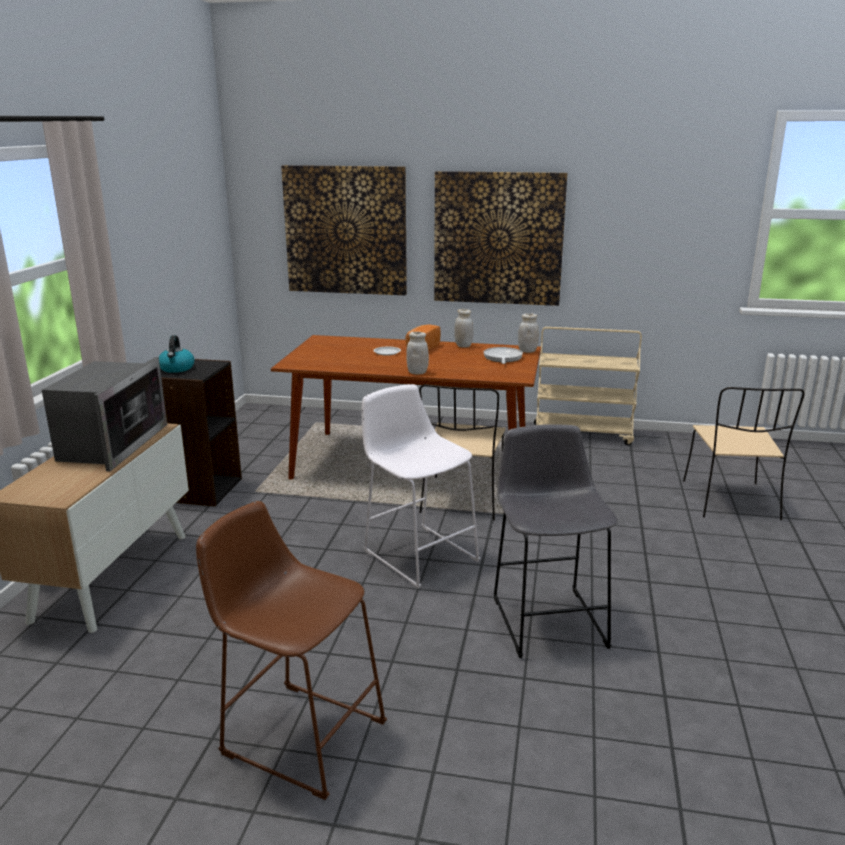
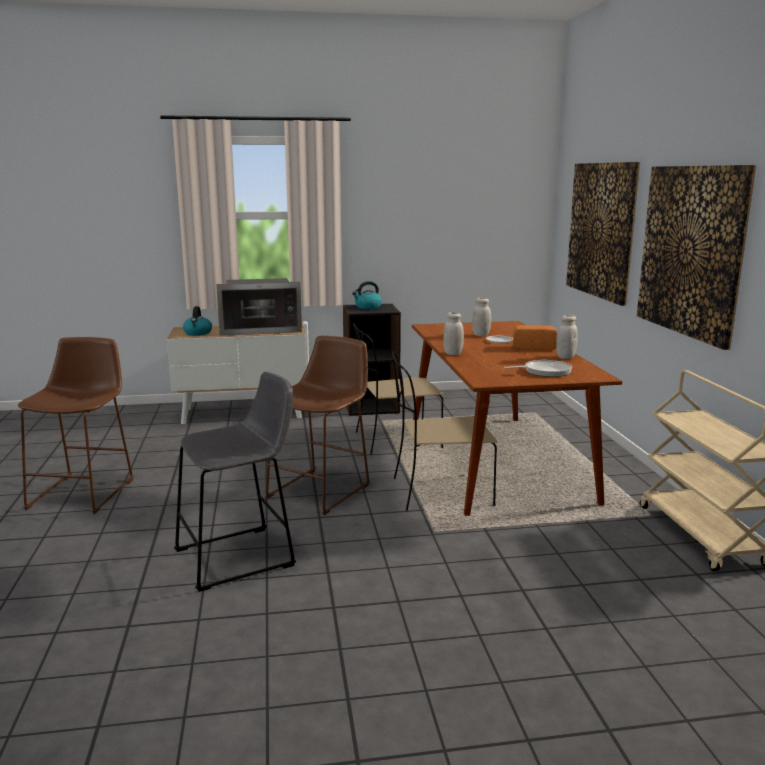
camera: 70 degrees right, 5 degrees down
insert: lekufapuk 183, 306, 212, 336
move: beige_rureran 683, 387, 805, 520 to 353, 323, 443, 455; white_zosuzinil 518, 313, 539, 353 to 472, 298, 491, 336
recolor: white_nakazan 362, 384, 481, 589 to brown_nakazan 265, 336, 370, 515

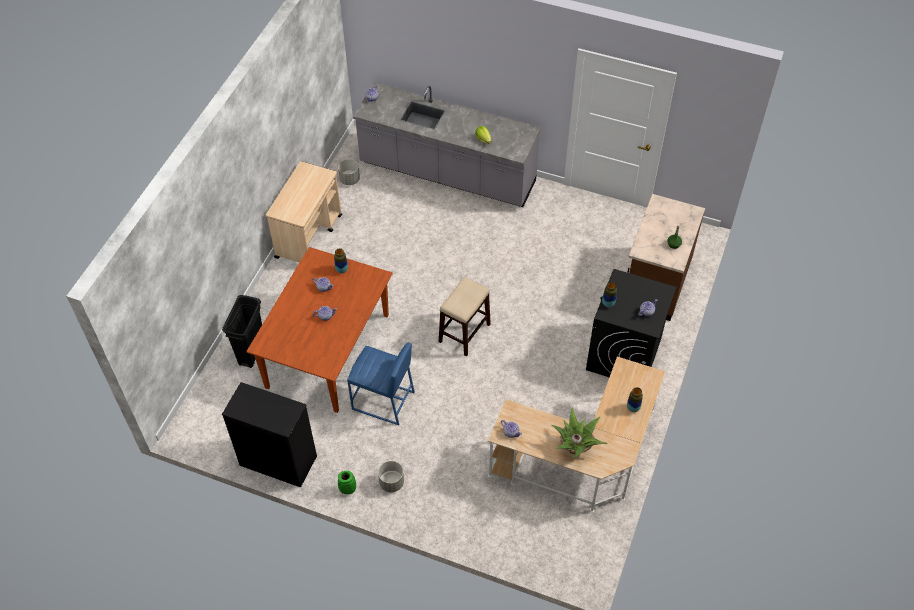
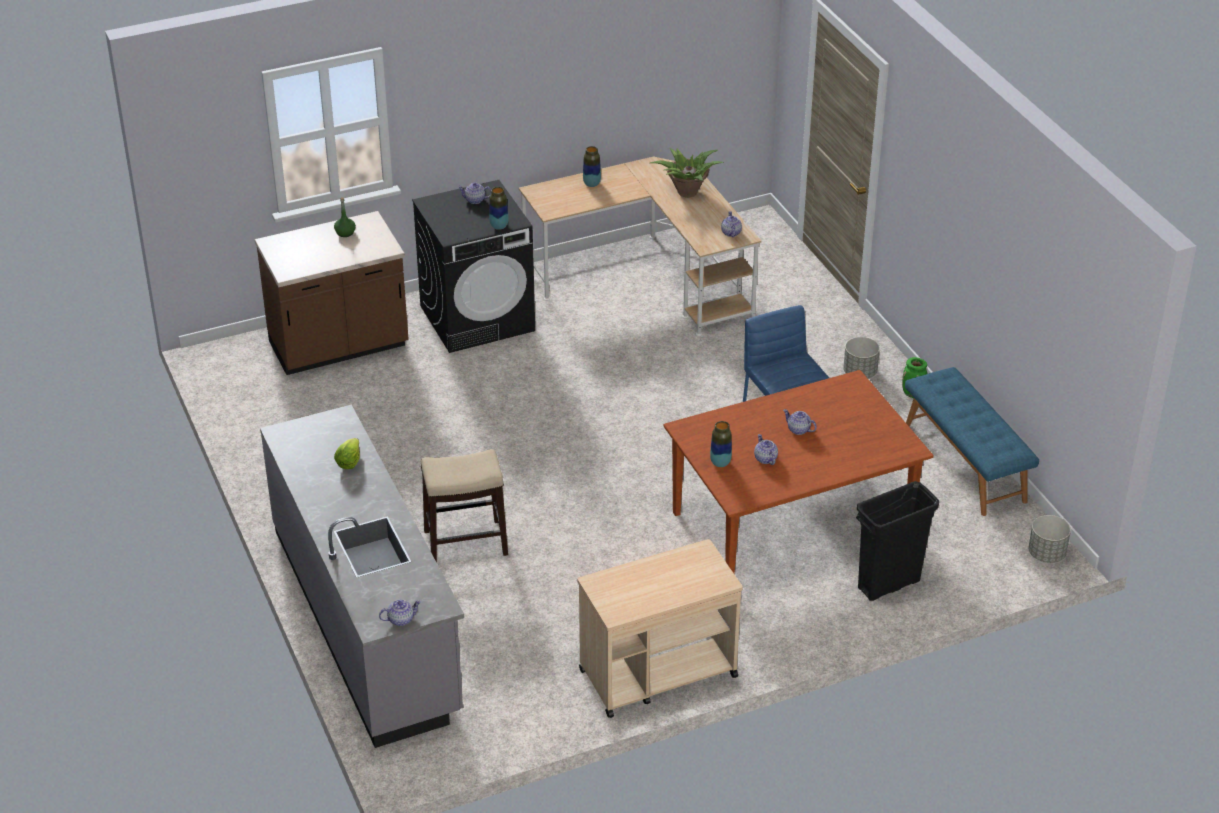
camera: 135 degrees left, 15 degrees down
move: nakazan 439, 278, 491, 356 to 421, 449, 508, 562; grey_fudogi 338, 159, 360, 185 to 1028, 515, 1071, 563
replace: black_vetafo 222, 382, 317, 488 to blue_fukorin 905, 367, 1039, 516

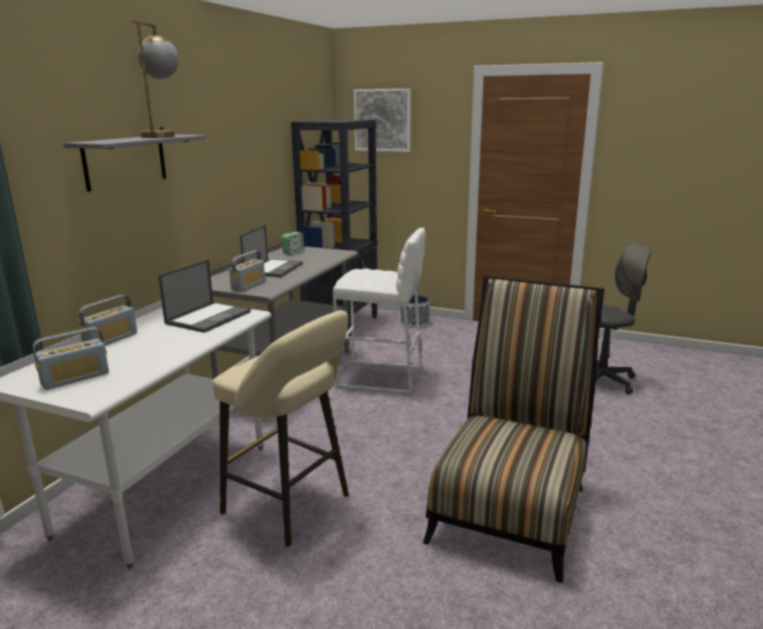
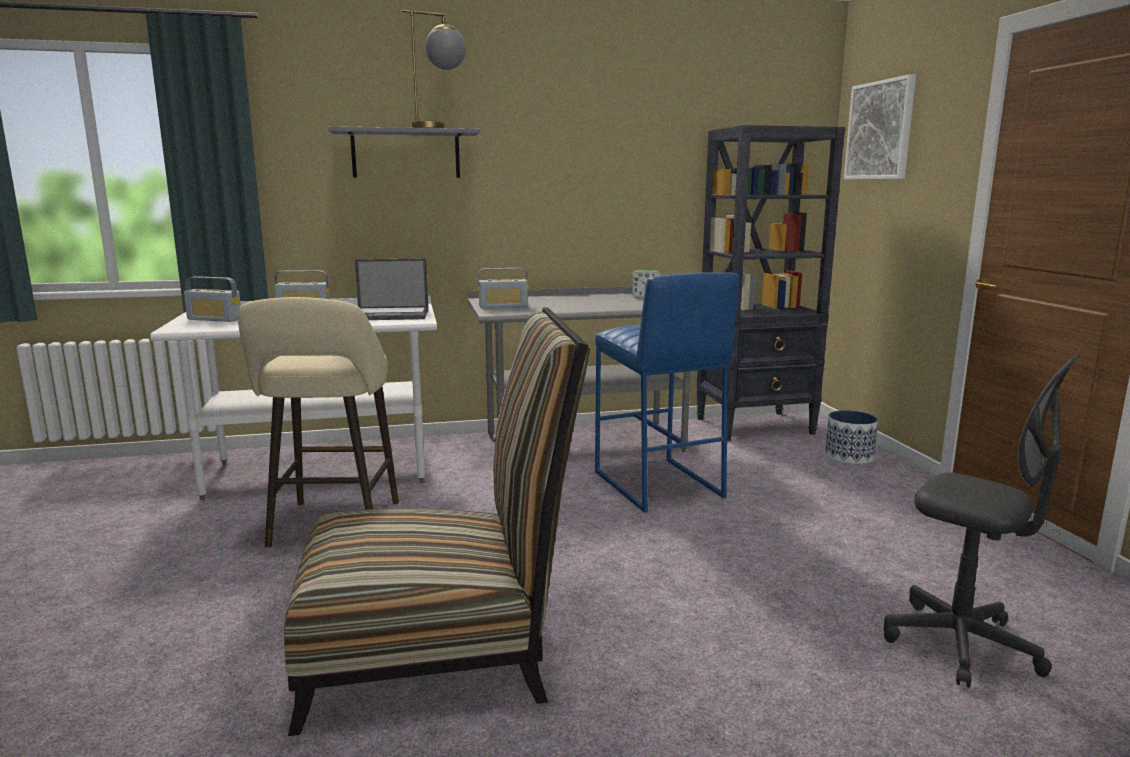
camera: 55 degrees right, 5 degrees down
delete: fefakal 240, 225, 303, 277
recolor: white_nakazan 333, 228, 425, 394 to blue_nakazan 595, 272, 739, 513

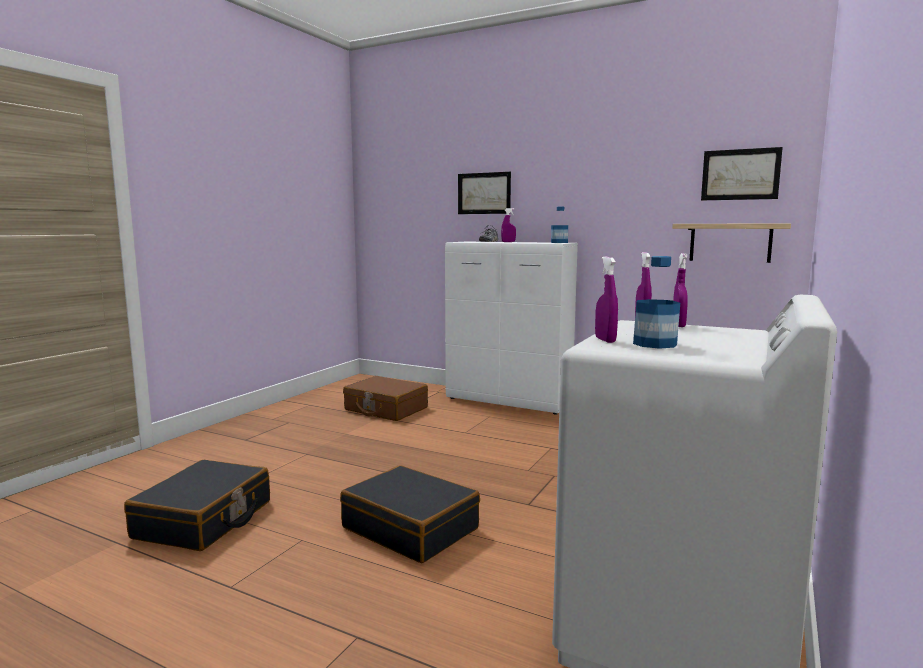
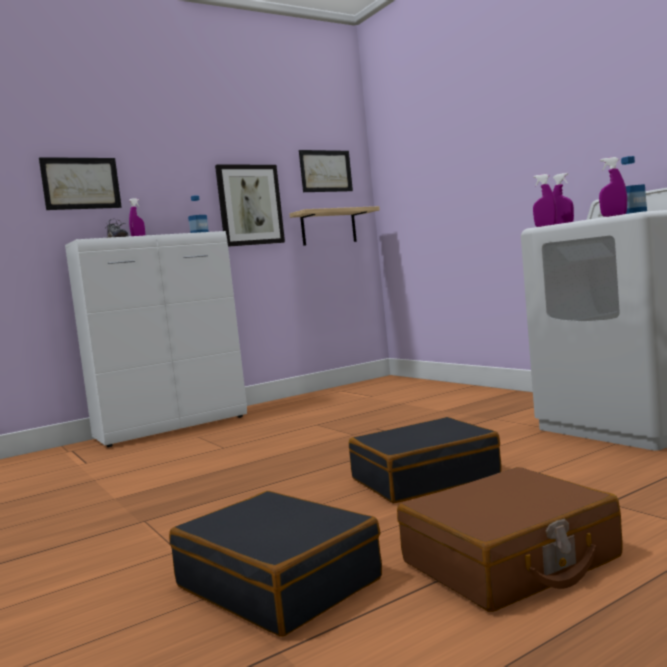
camera: 60 degrees left, 5 degrees down
insert: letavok 215, 165, 285, 247
move: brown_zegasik 343, 376, 428, 421 to 397, 467, 622, 612

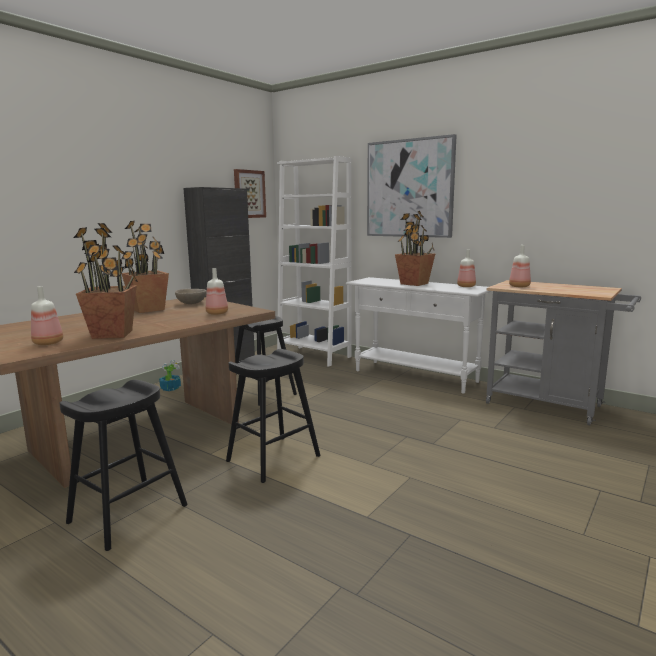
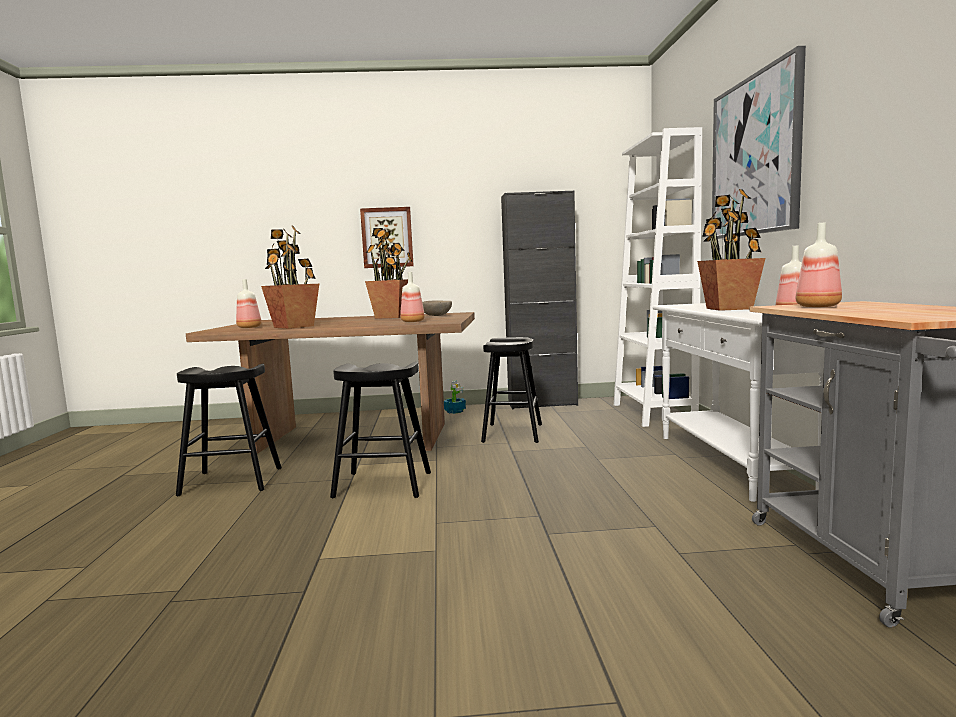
camera: 50 degrees right, 5 degrees down
move: letavok 234, 169, 266, 218 to 360, 207, 414, 268

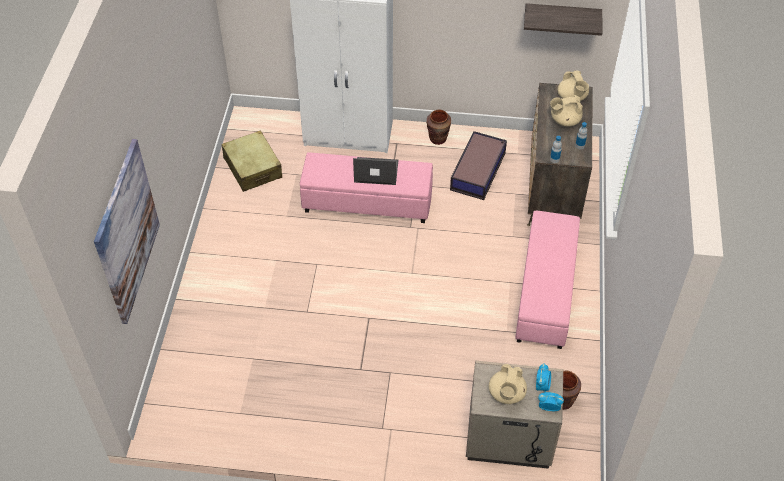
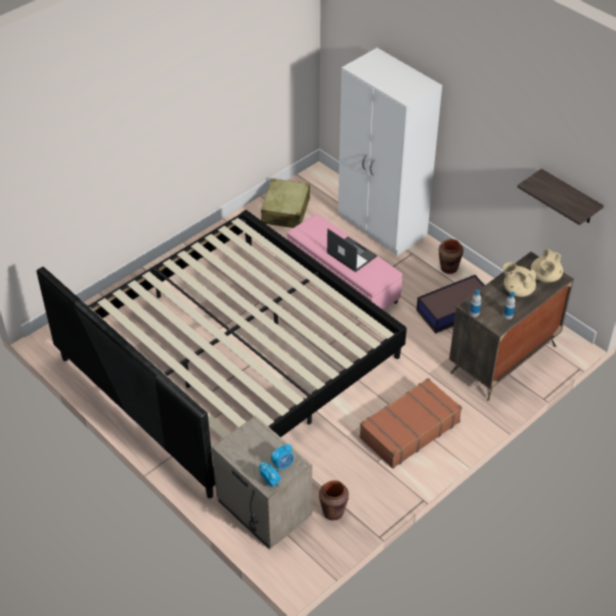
camera: 40 degrees right, 5 degrees down
delete: letavok 94, 139, 160, 324; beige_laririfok 489, 364, 527, 404
insert: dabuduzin 37, 210, 407, 498
replace: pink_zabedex 515, 211, 580, 349 to brown_zegasik 359, 378, 462, 469

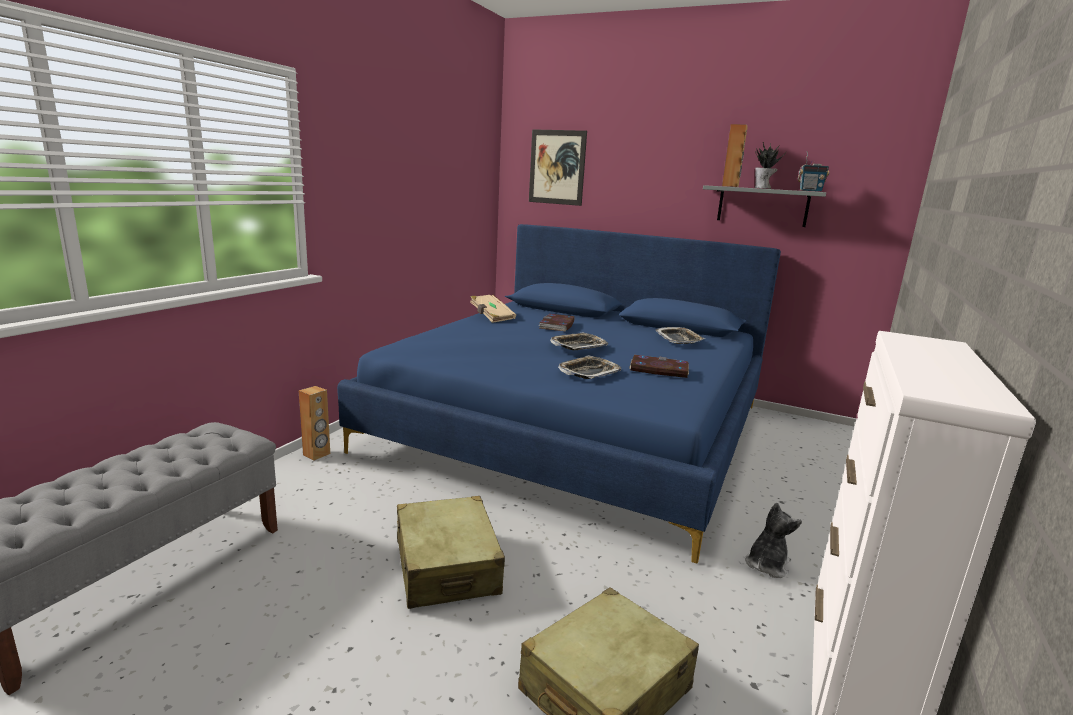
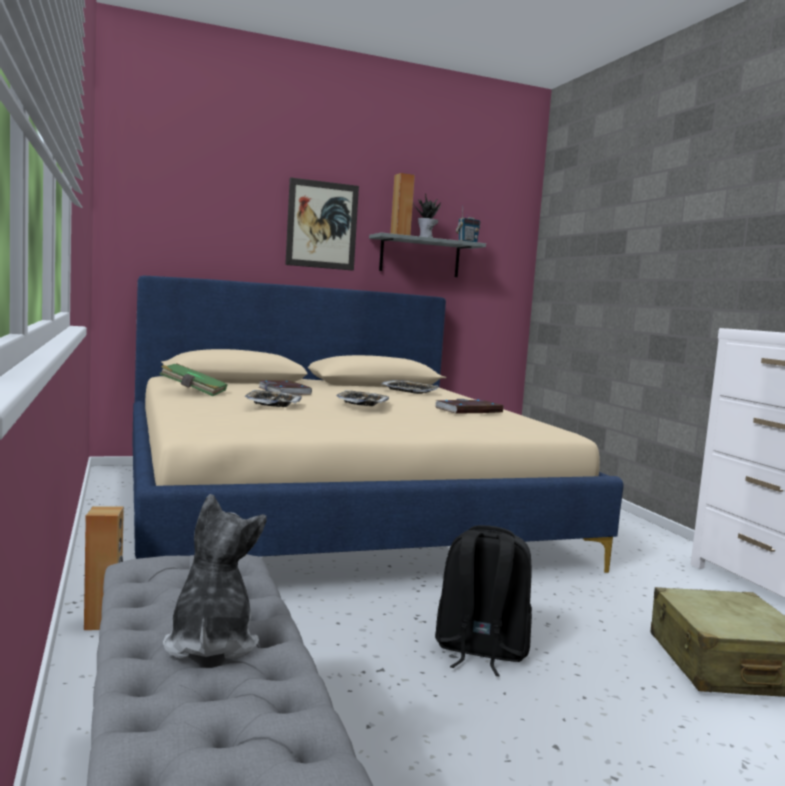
camera: 45 degrees left, 10 degrees down
move: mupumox 745, 503, 802, 578 to 163, 494, 267, 659; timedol 558, 356, 621, 379 to 245, 390, 302, 407; letavok 529, 129, 587, 206 to 285, 177, 359, 271
replace: beige_zegasik 397, 496, 505, 609 to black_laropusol 435, 525, 532, 676
recolor: blue_dabuduzin 337, 224, 781, 563 to beige_dabuduzin 132, 276, 624, 573; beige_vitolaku 470, 294, 516, 323 to green_vitolaku 159, 363, 227, 396

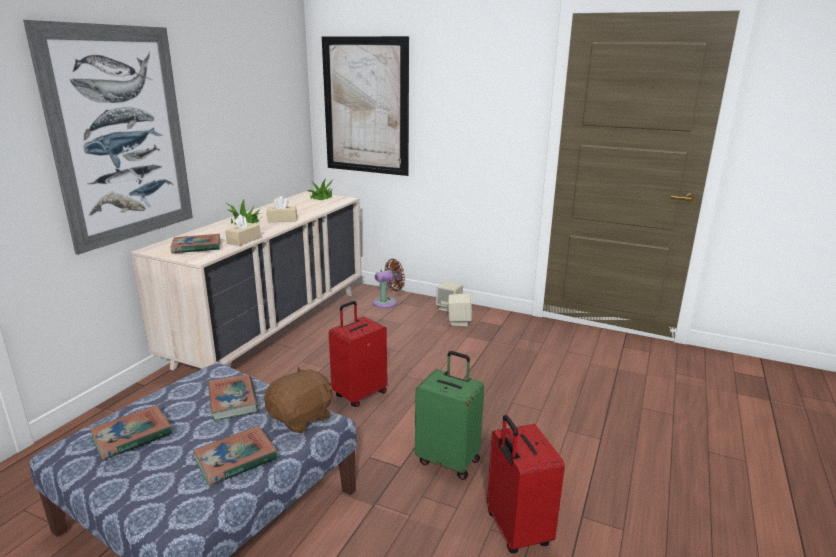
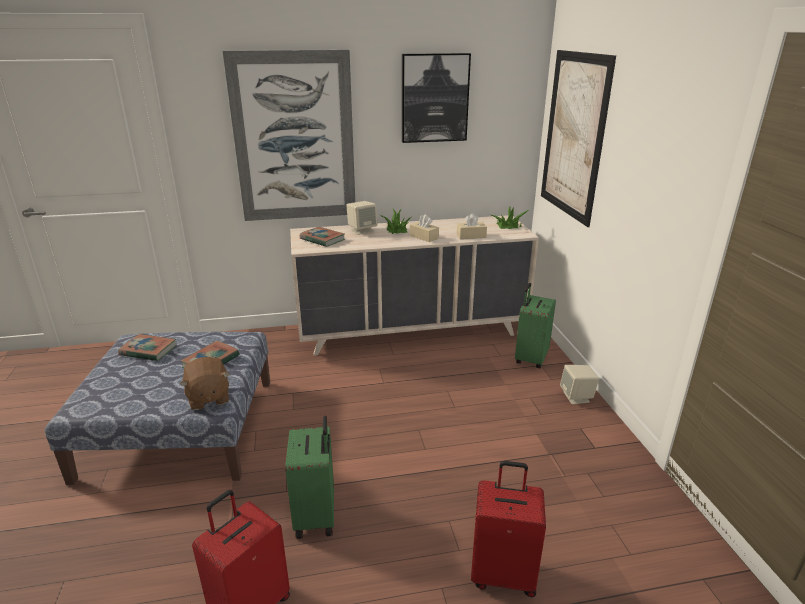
camera: 55 degrees right, 5 degrees up
delete: vitolaku 193, 426, 277, 486
insert: letavok 402, 53, 471, 143
move: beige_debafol 448, 293, 472, 326 to 346, 201, 377, 235; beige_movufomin 225, 214, 261, 246 to 457, 213, 487, 239; red_zegasik 329, 301, 387, 407 to 471, 461, 546, 597
replace: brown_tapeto 373, 258, 405, 308 to green_zegasik 515, 283, 556, 368
rotate: brown_mupumox 264, 366, 333, 433 = 180, 357, 230, 410 60 degrees clockwise

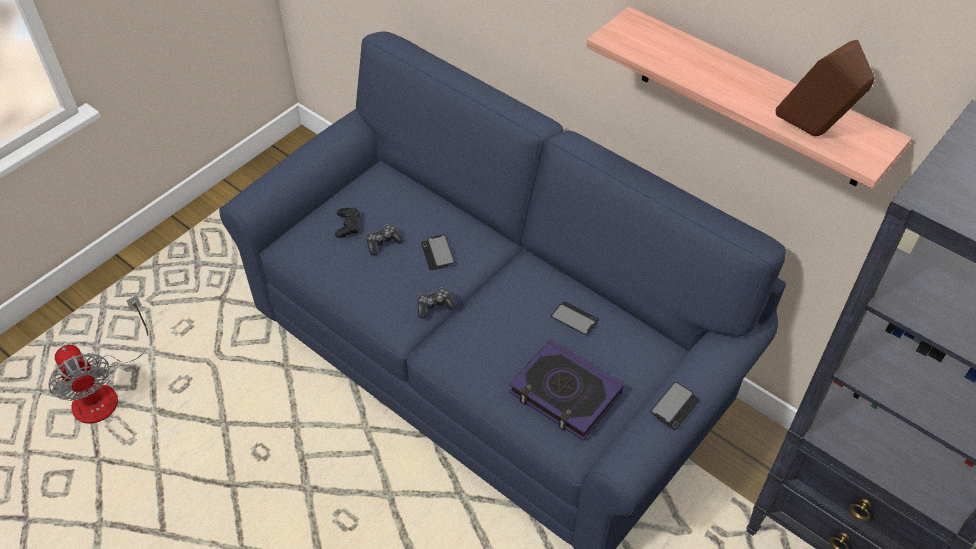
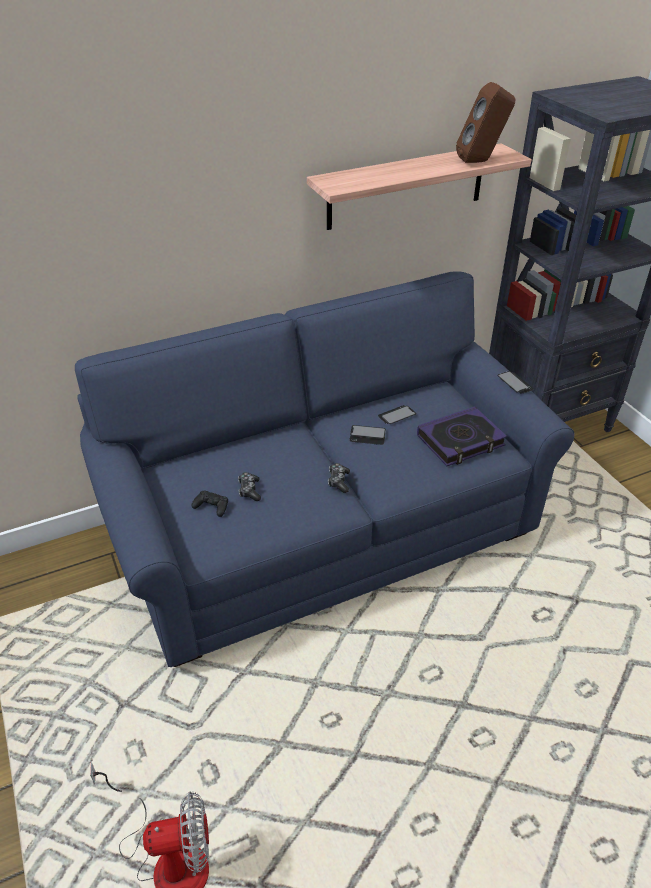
camera: 65 degrees left, 10 degrees down
move: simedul 421, 235, 455, 271 to 349, 425, 386, 445

